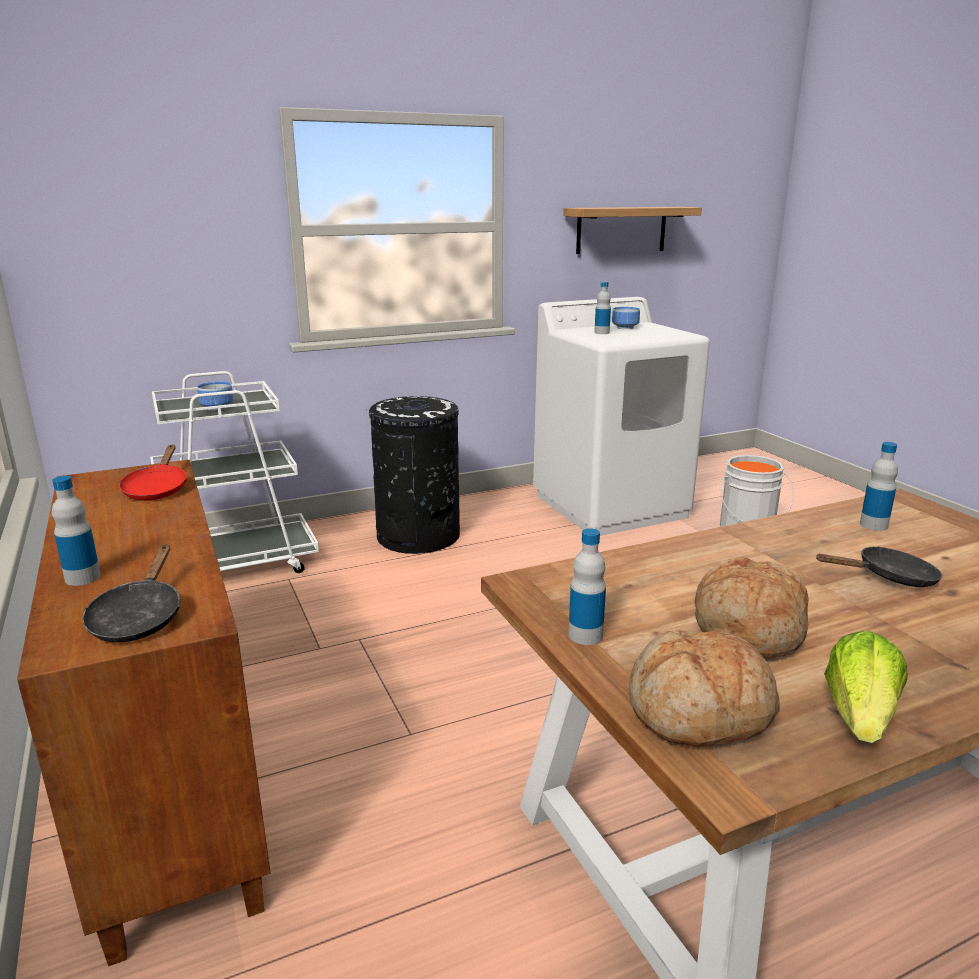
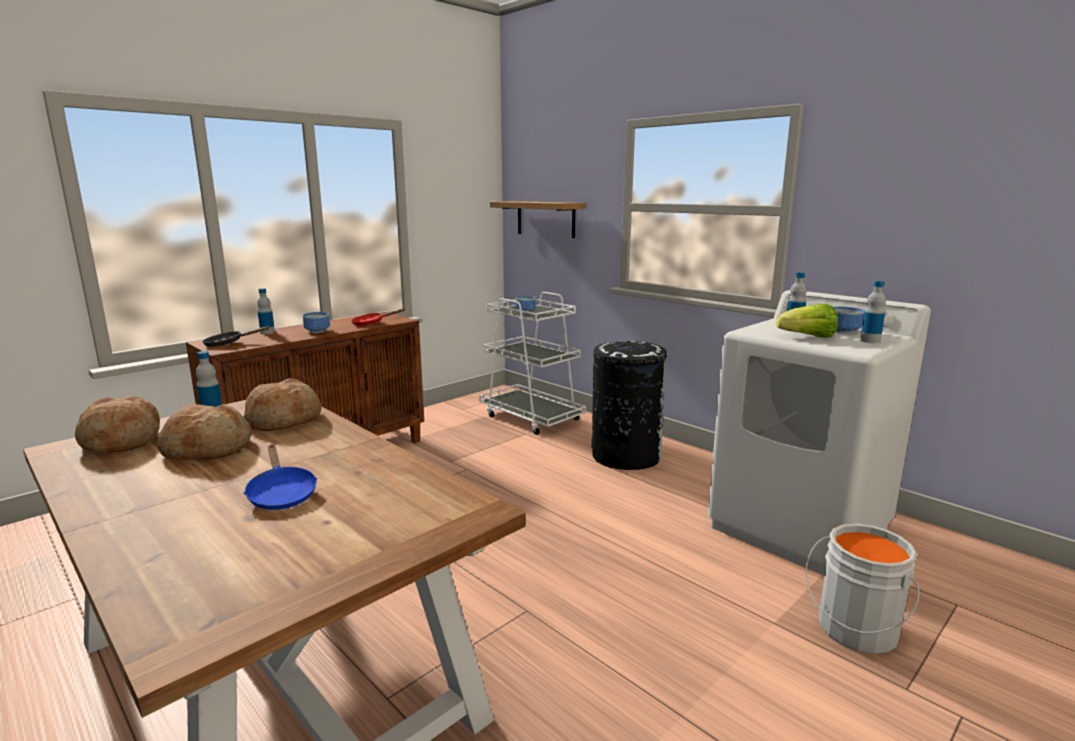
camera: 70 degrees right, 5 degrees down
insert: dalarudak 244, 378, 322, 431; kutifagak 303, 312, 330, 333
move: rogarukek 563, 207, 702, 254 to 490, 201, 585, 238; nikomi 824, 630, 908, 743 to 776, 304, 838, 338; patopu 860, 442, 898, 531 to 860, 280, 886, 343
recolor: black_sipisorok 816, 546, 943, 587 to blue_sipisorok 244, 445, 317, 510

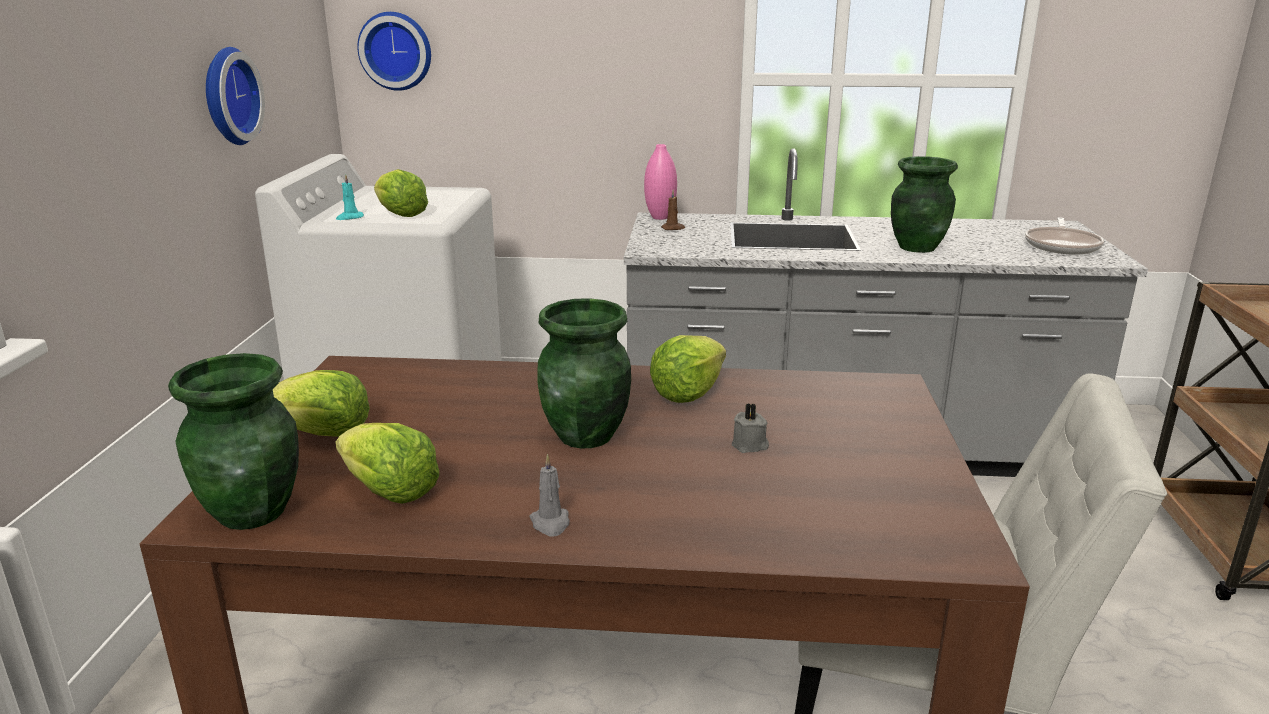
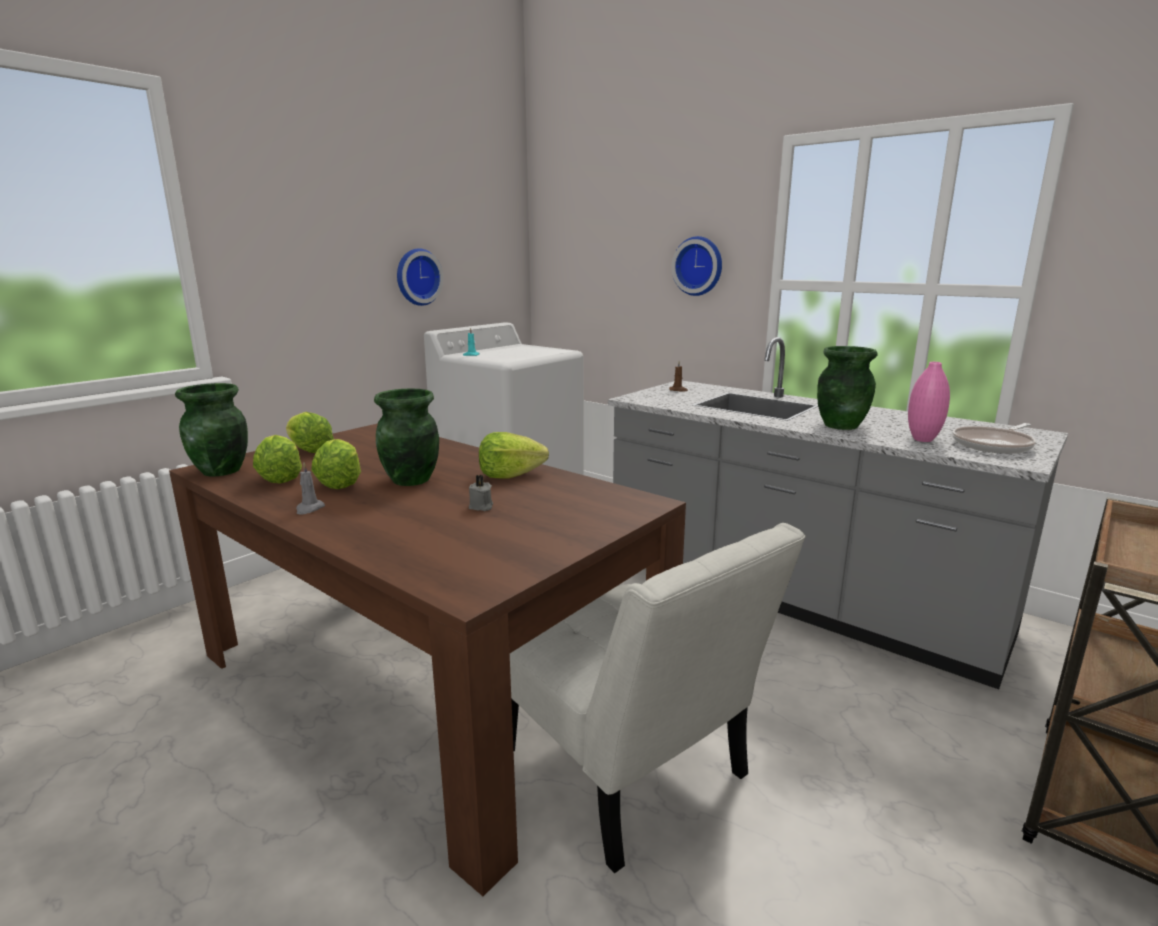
camera: 35 degrees right, 5 degrees down
move: nikomi 374, 169, 428, 217 to 311, 439, 361, 489; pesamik 357, 12, 431, 91 to 671, 236, 722, 296; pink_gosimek 644, 144, 677, 220 to 908, 362, 950, 442

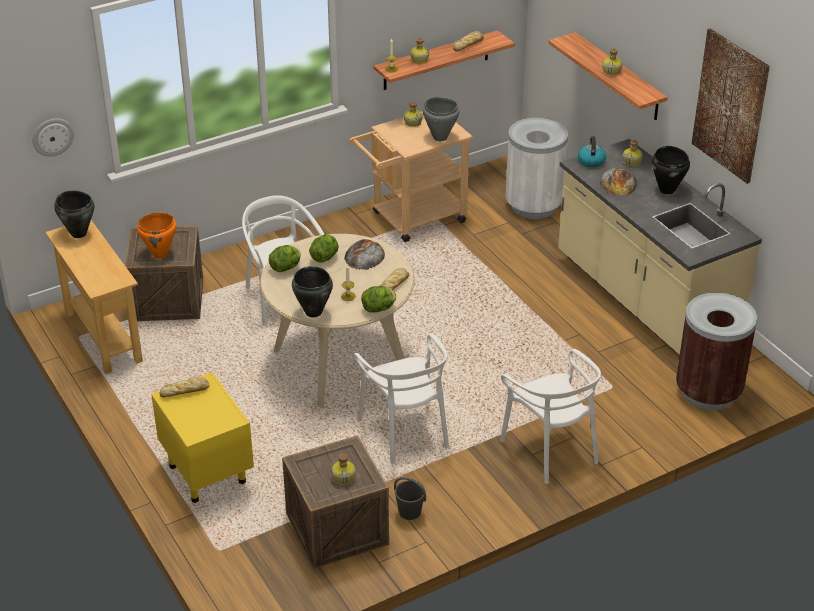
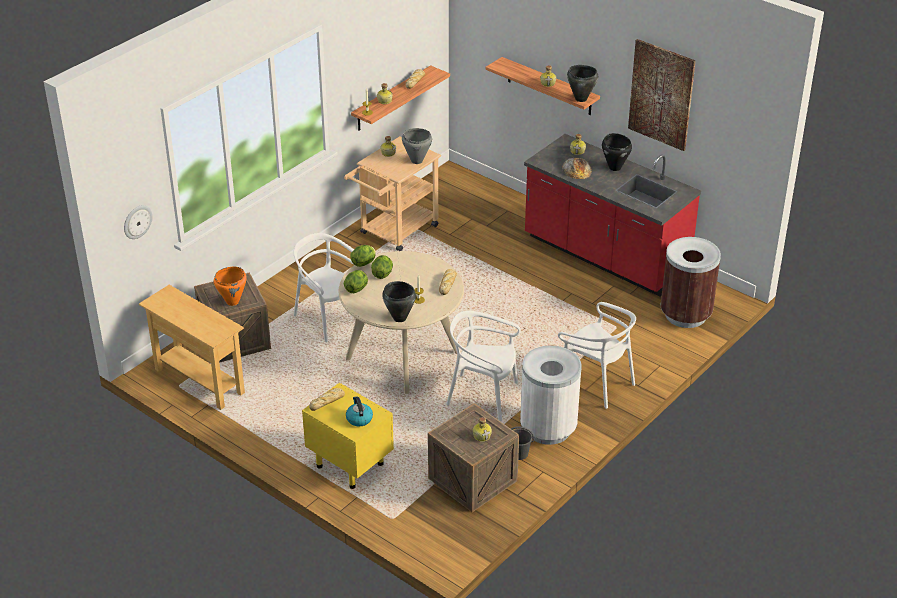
camera: 20 degrees left, 0 degrees up
delete: dalarudak 344, 239, 385, 270
move: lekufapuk 578, 136, 606, 167 to 346, 396, 373, 426; nikomi 361, 286, 396, 313 to 350, 245, 376, 267; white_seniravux 506, 118, 568, 219 to 520, 346, 582, 445; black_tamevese 54, 191, 94, 238 to 567, 65, 598, 102
recolor: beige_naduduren 558, 139, 762, 356 to red_naduduren 524, 134, 701, 297
rotate: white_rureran 354, 333, 449, 464 = 446, 311, 521, 421 150 degrees clockwise

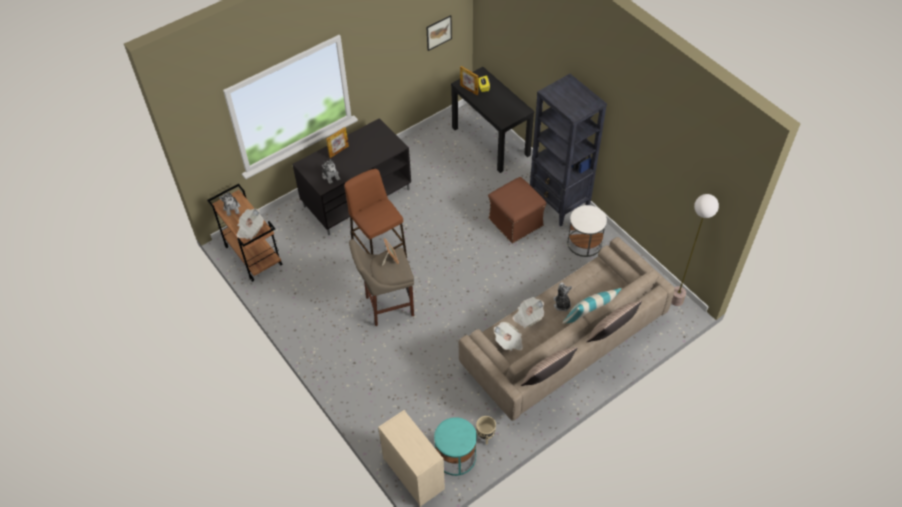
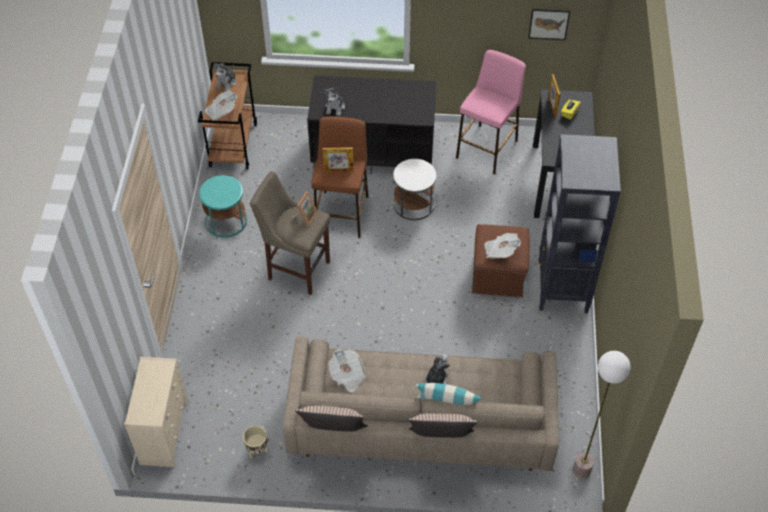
camera: 40 degrees right, 0 degrees up
insert: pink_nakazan 456, 50, 526, 174
move: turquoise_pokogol 434, 417, 477, 476 to 199, 175, 247, 238; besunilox 326, 127, 349, 158 to 323, 147, 354, 172; white_pokogol 567, 205, 607, 257 to 393, 159, 436, 220; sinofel 512, 297, 545, 328 to 484, 233, 521, 259

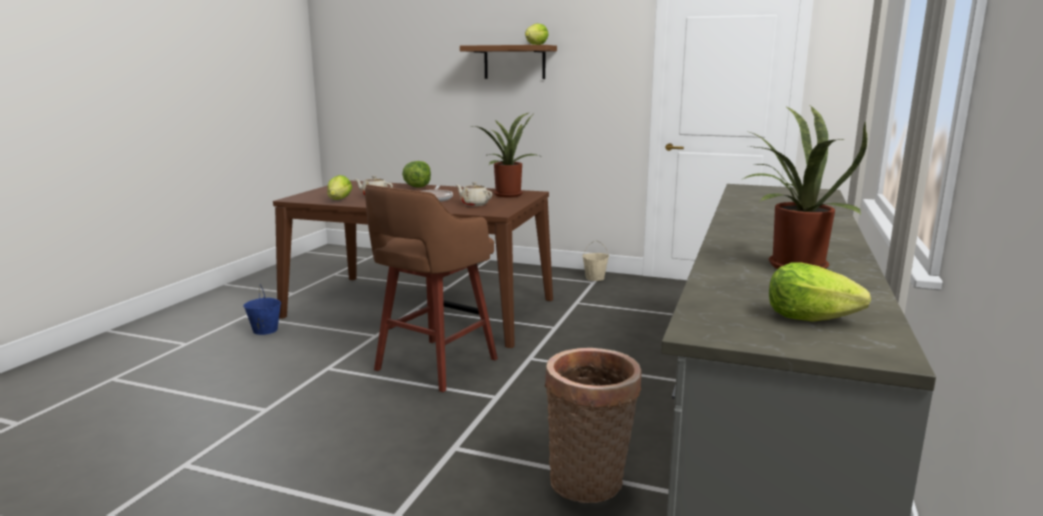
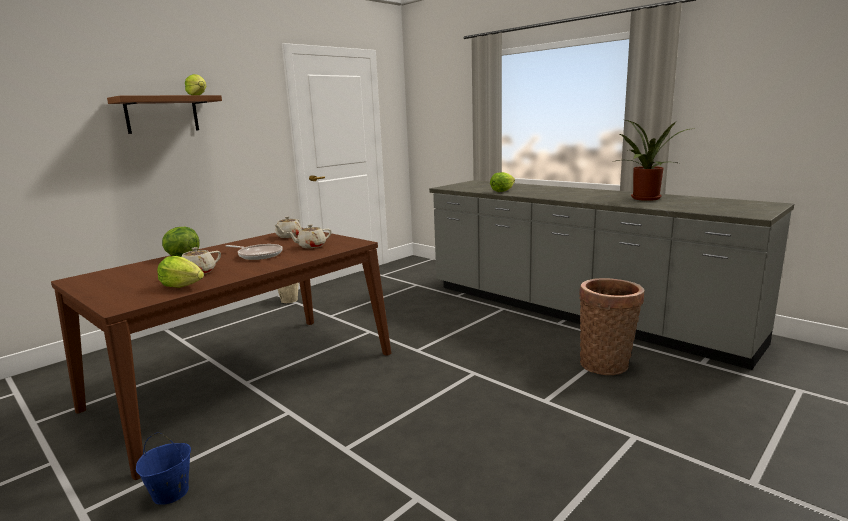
camera: 65 degrees left, 0 degrees up
delete: brown_nakazan 365, 185, 498, 392
move: nikomi 769, 262, 871, 322 to 490, 172, 515, 192
replace: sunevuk 473, 112, 539, 197 to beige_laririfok 275, 216, 301, 238

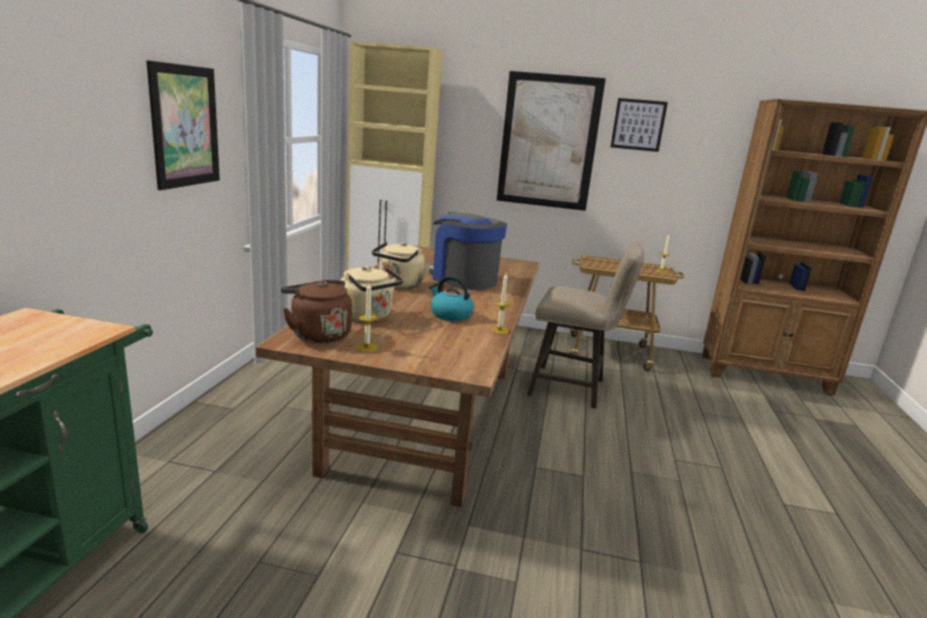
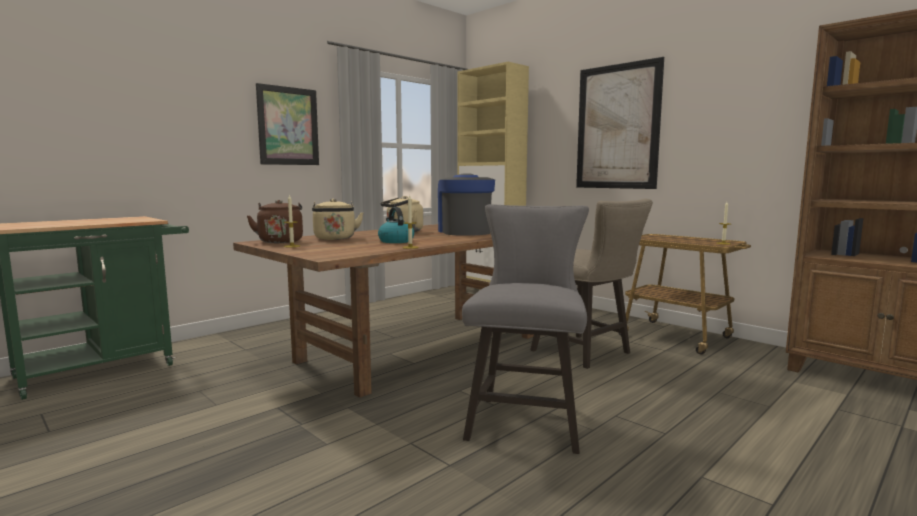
camera: 35 degrees right, 10 degrees down
delete: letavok 611, 98, 668, 152
insert: grey_nakazan 462, 204, 589, 454

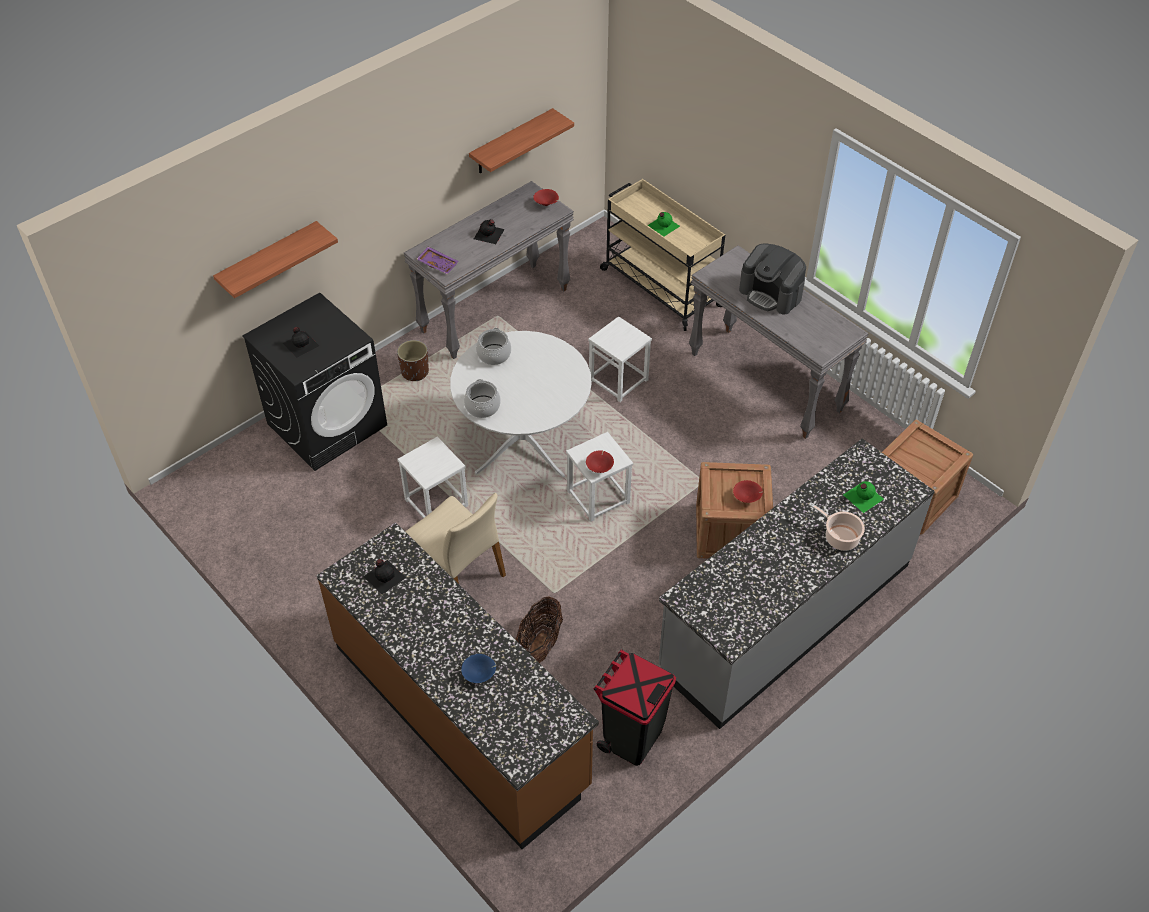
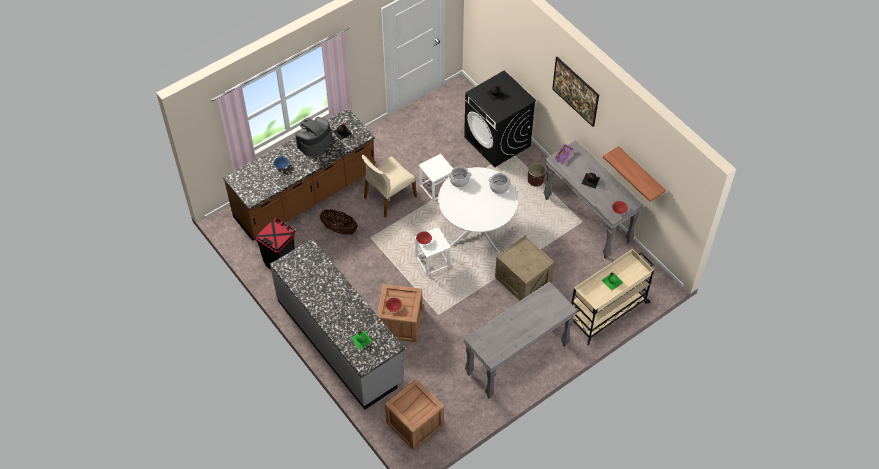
camera: 95 degrees right, 5 degrees up
delete: rogarukek 213, 221, 338, 298; tamevese 809, 502, 865, 551
insert: letavok 552, 57, 599, 127
move: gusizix 739, 243, 806, 315 to 295, 117, 332, 156
replace: white_nakazan 588, 316, 652, 402 to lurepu 495, 236, 555, 301

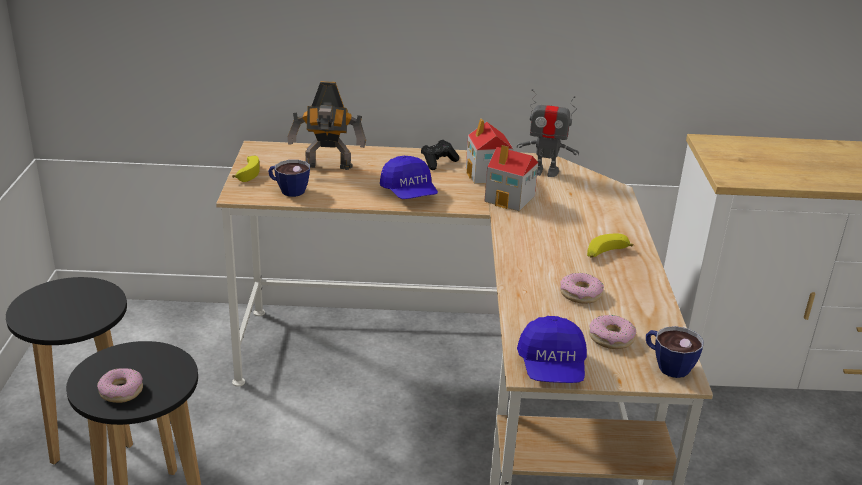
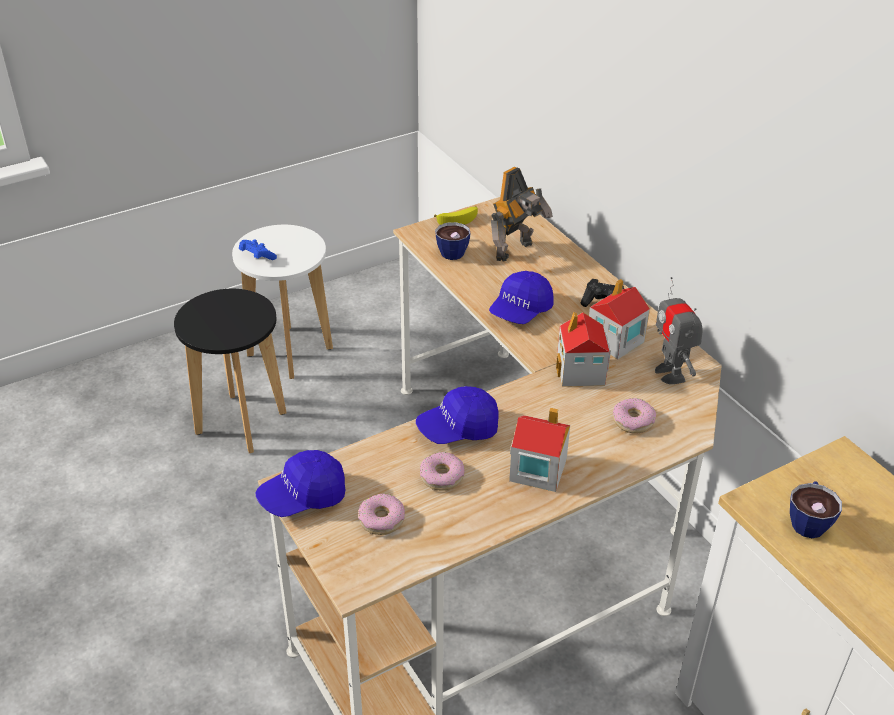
camera: 60 degrees right, 10 degrees up
insert: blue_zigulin 239, 240, 277, 260; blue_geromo 416, 386, 499, 444
move: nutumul 97, 368, 143, 403 to 613, 398, 656, 434; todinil 646, 326, 704, 378 to 790, 481, 842, 538
replace: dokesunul 587, 234, 633, 258 to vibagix 509, 408, 570, 492
recolor: black_nakazan 6, 277, 133, 465 to white_nakazan 232, 225, 333, 379
rotate: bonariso 288, 81, 366, 170 = 491, 167, 553, 261 105 degrees counterclockwise

